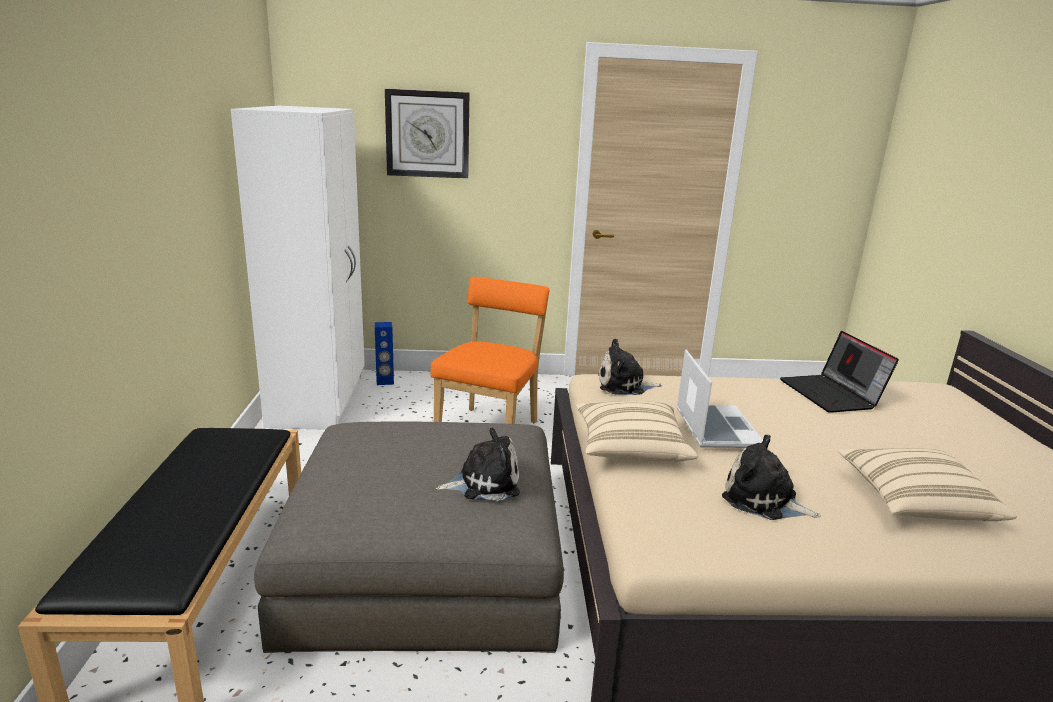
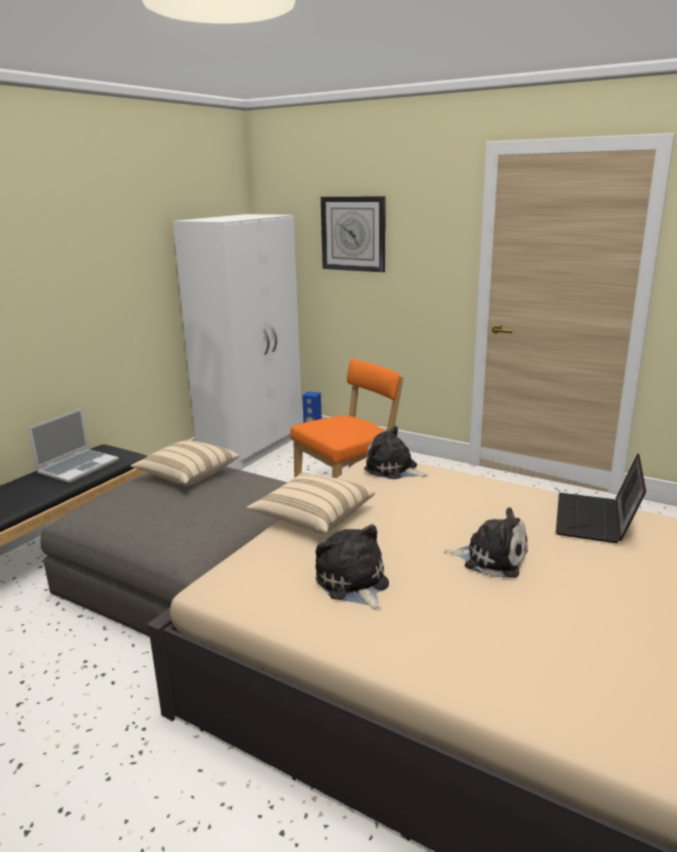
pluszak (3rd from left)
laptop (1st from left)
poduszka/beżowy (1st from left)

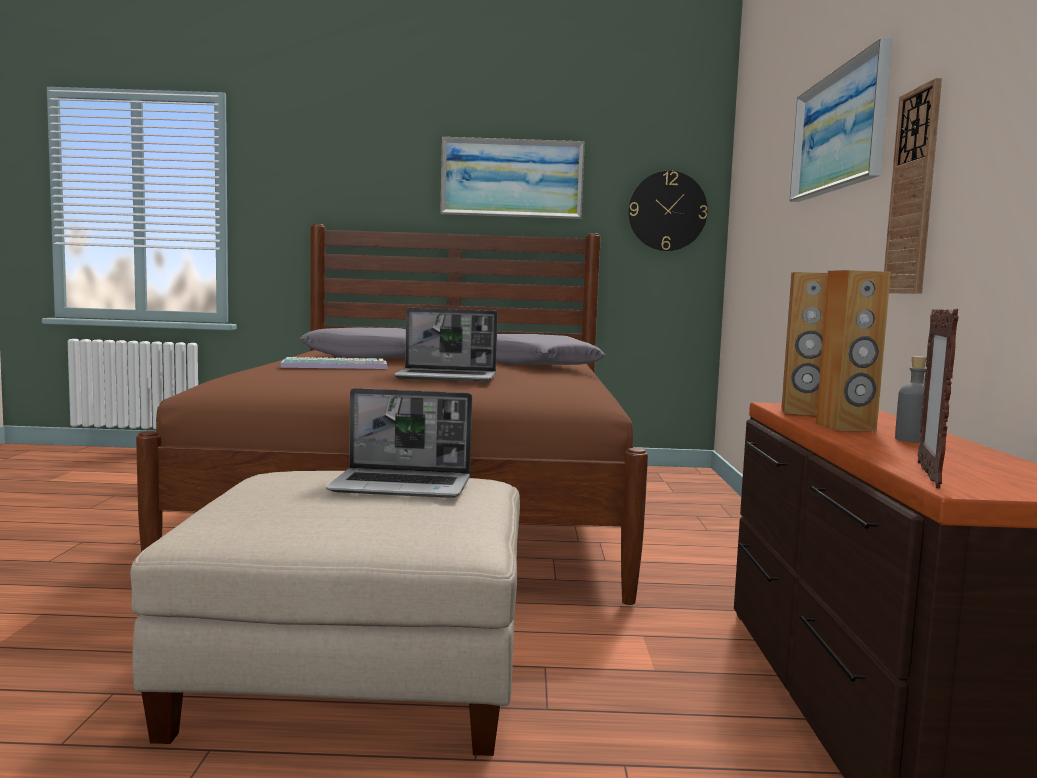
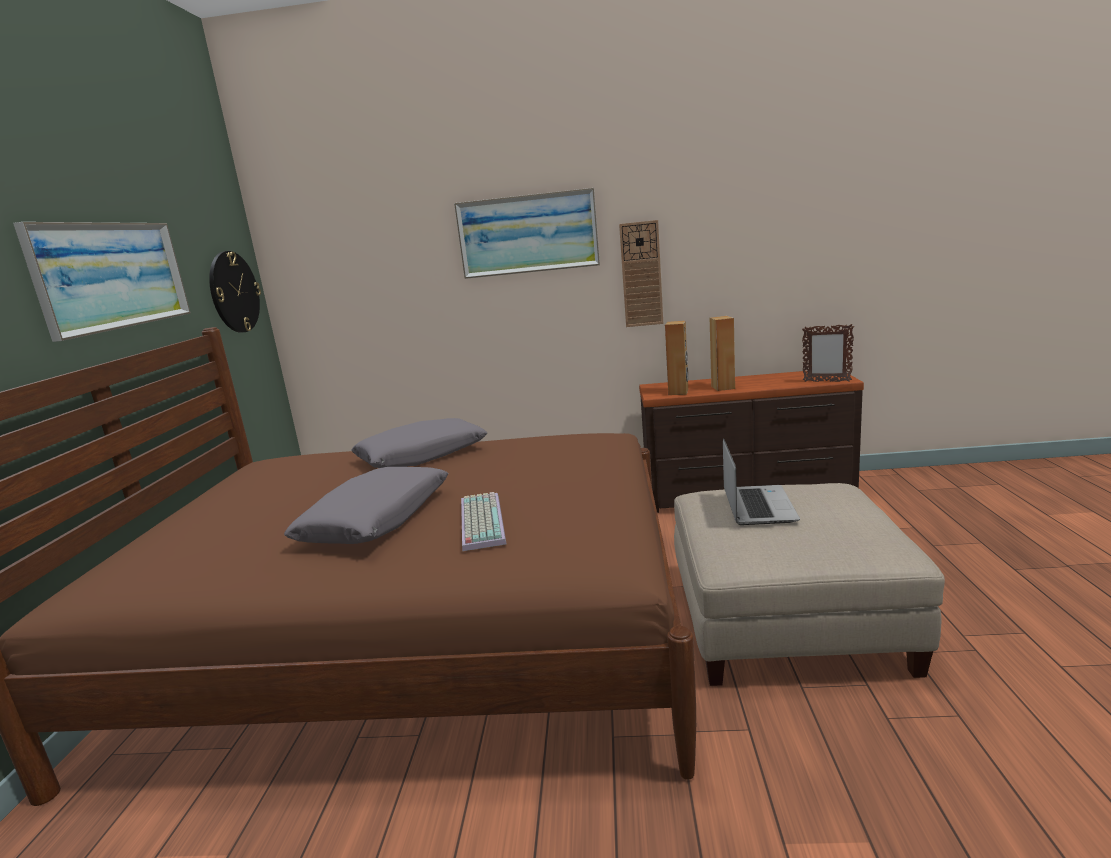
laptop (2nd from left in the first image)
butelka/szary

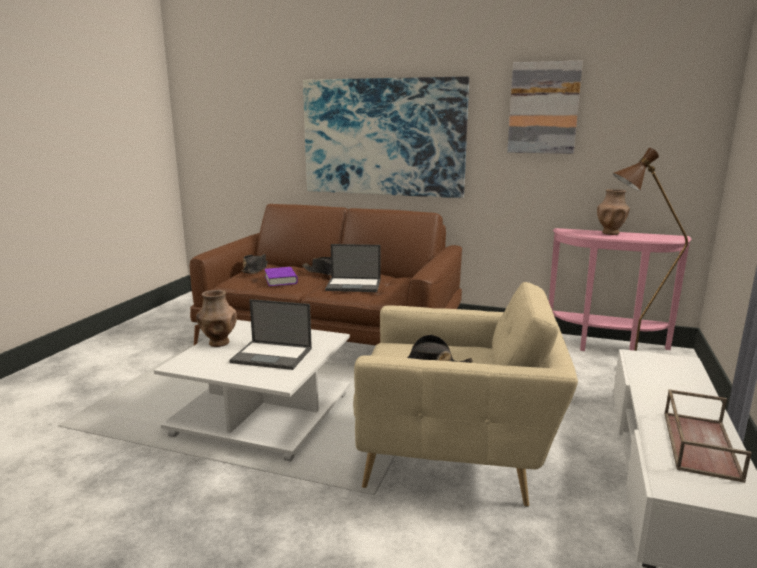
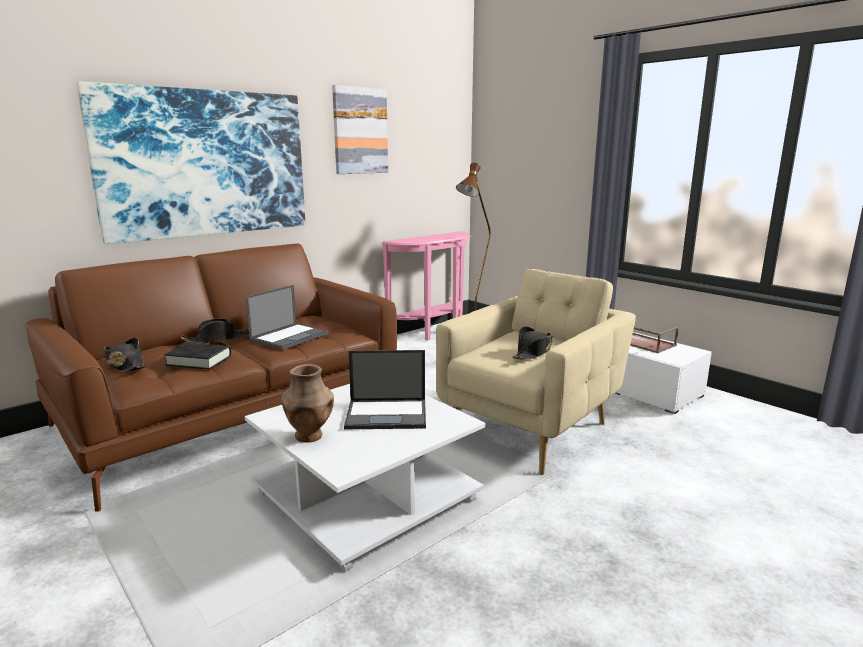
wazon/brązowy (2nd from left in the first image)
książka/czarny
laptop (2nd from left)

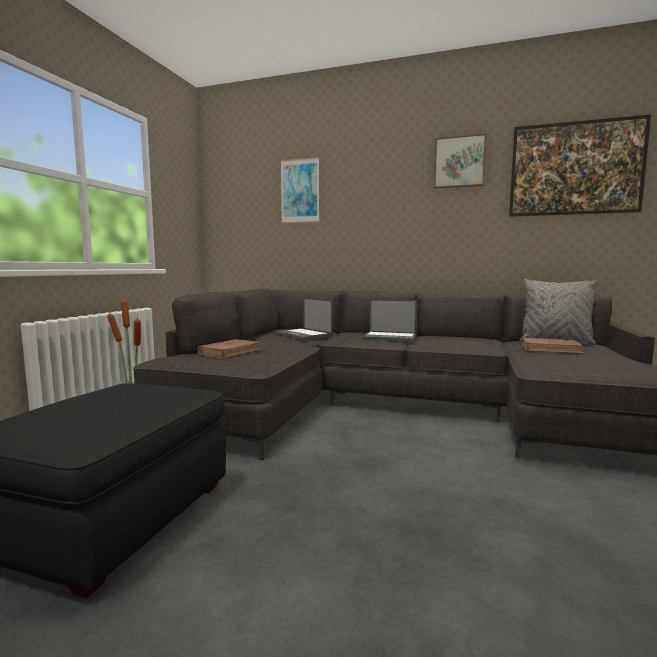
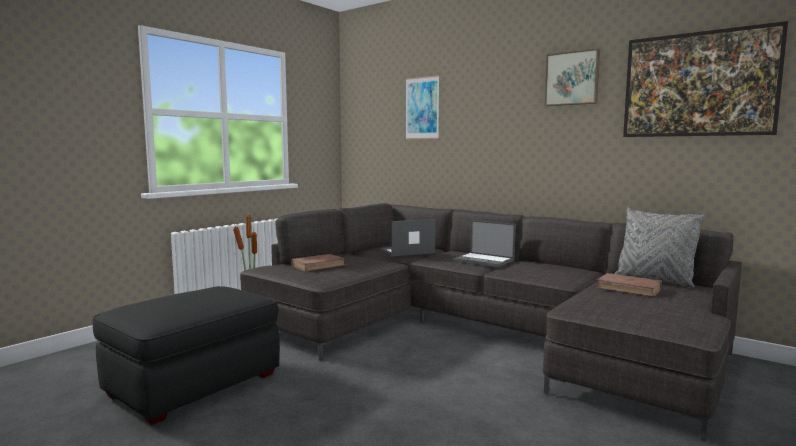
laptop (1st from left)

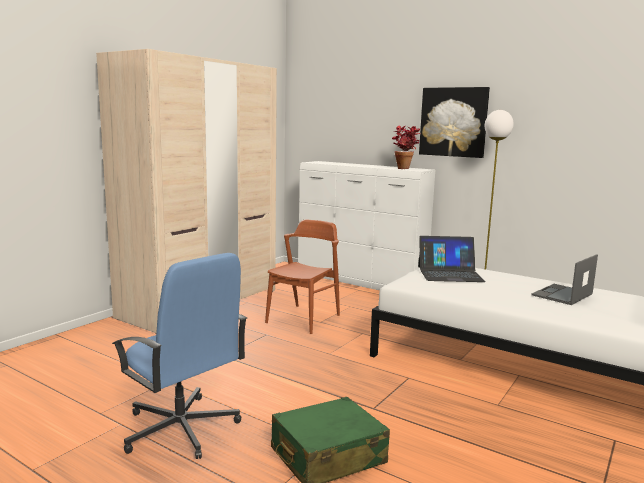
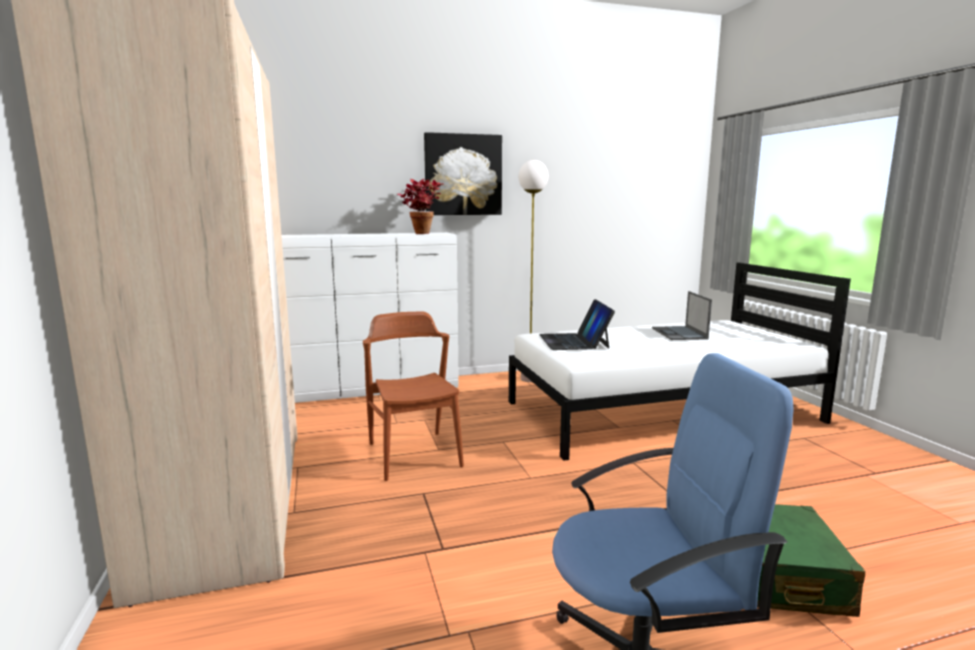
laptop (1st from left)

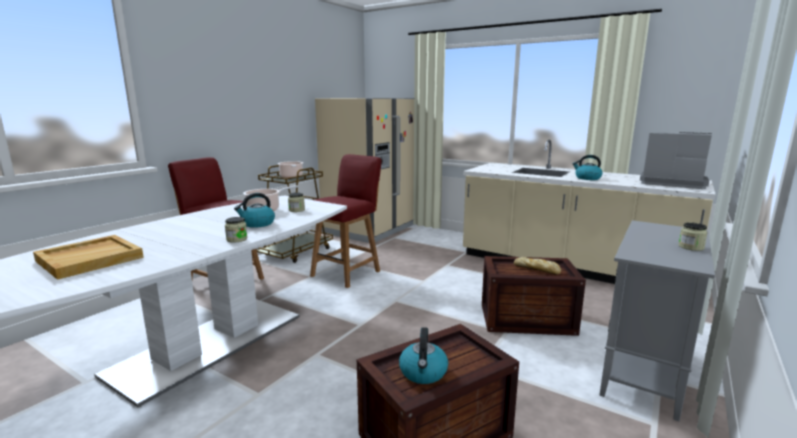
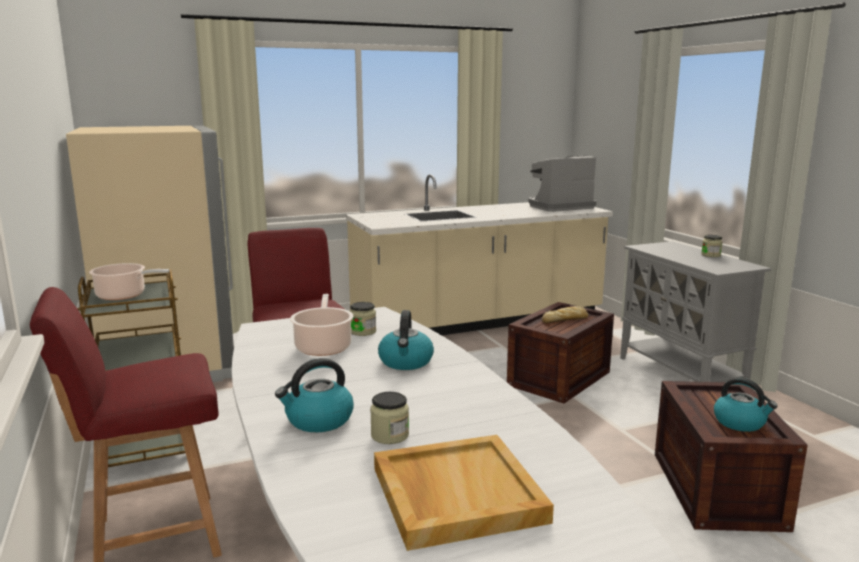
słoik (2nd from left)
czajnik (1st from left)

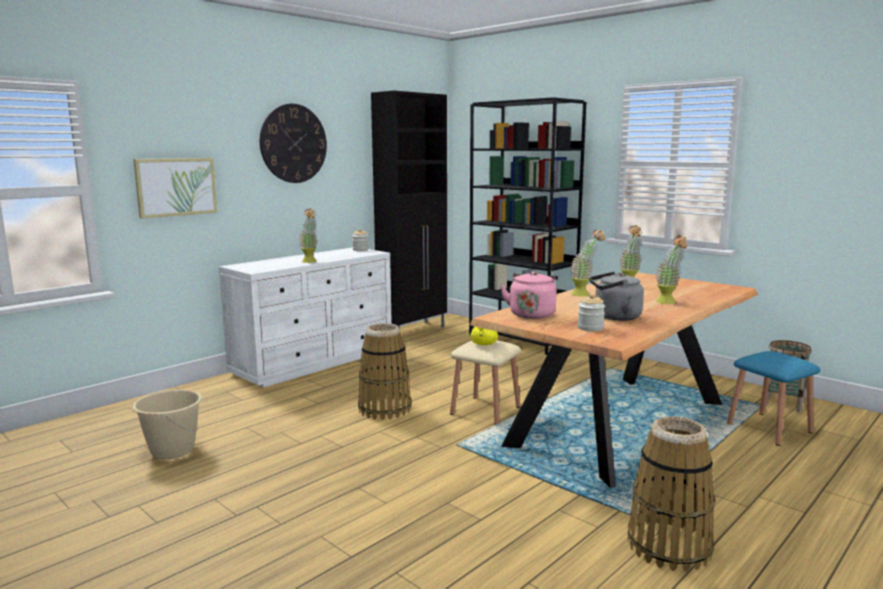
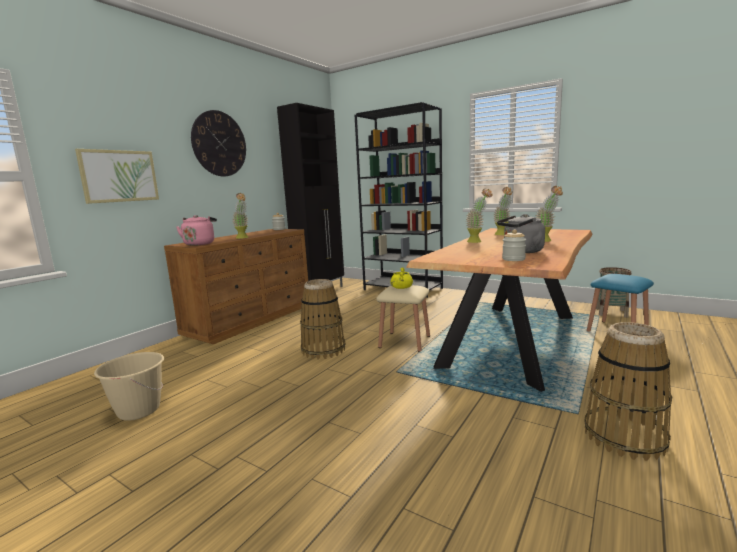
czajnik/różowy
komoda/brązowy

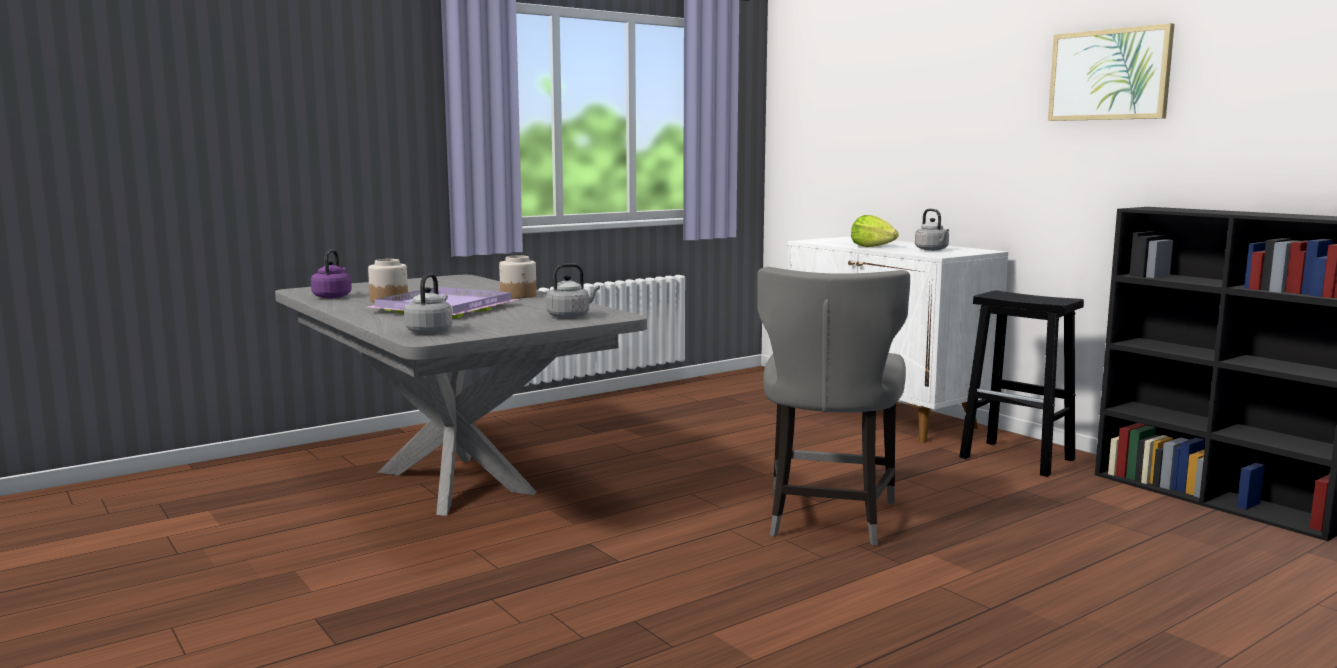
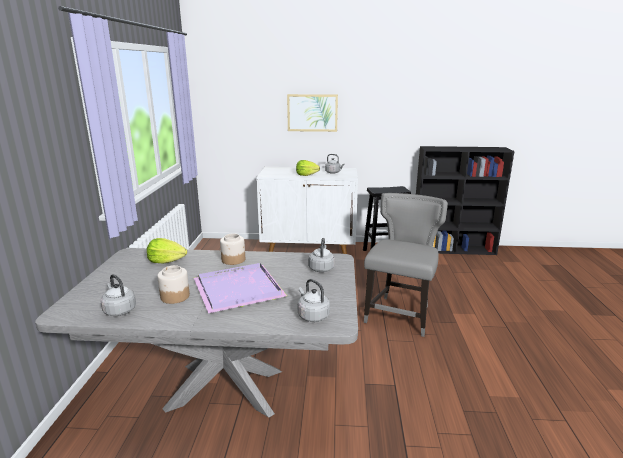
sałata (1st from left)
obraz
czajnik/szary (1st from left)
krzesło/szary

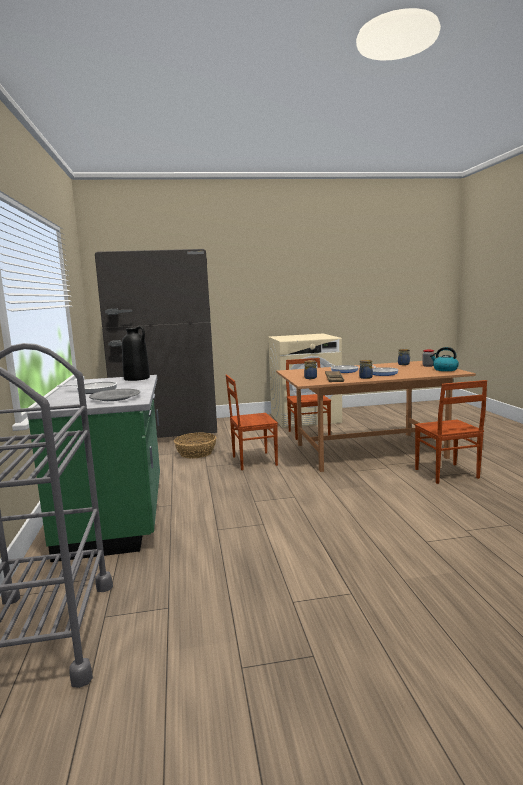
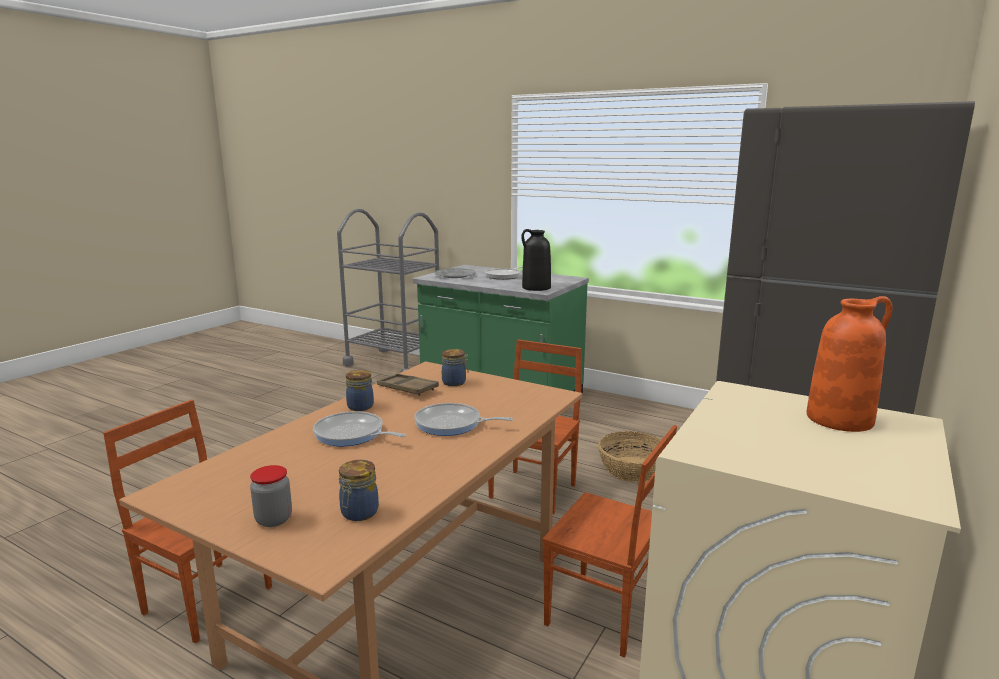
czajnik
wazon/pomarańczowy

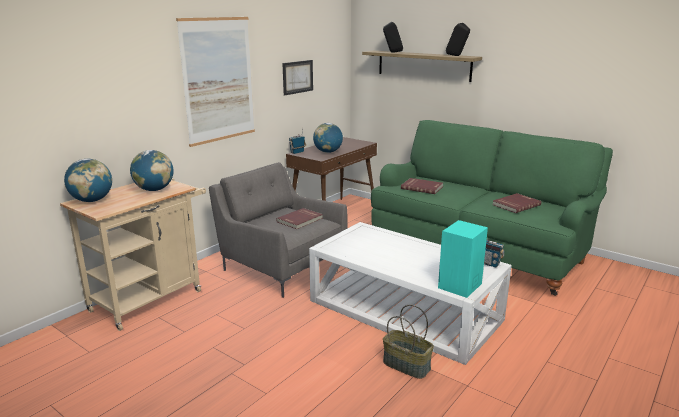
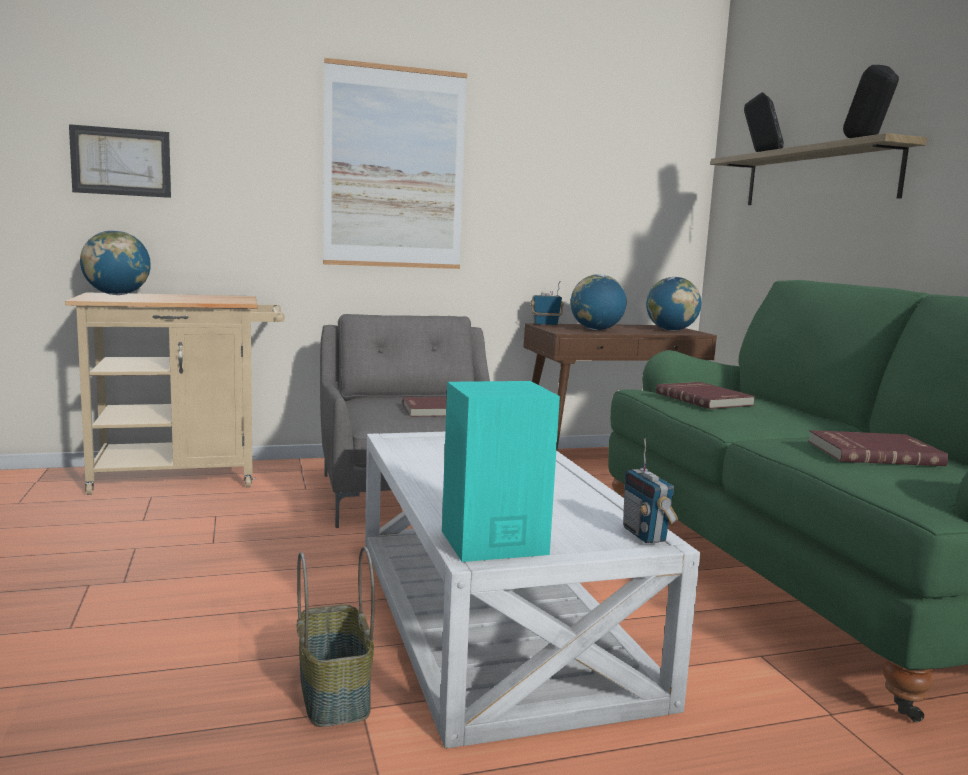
globus (3rd from left)
obraz (1st from left)

